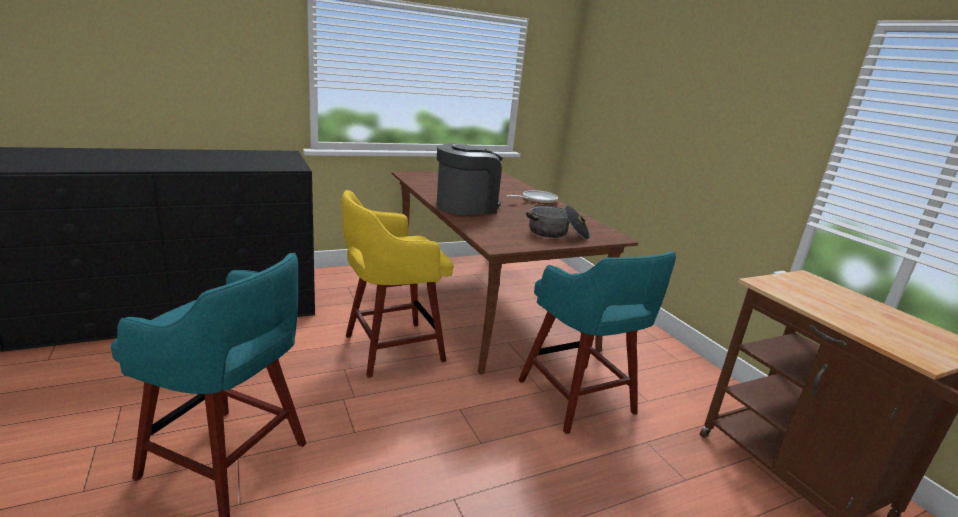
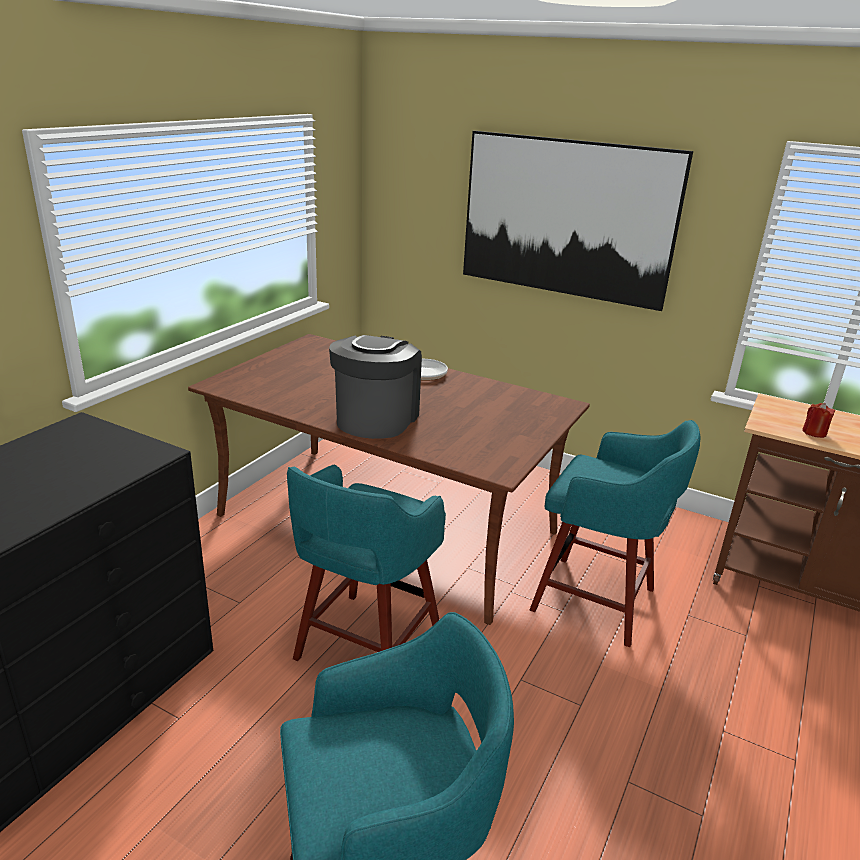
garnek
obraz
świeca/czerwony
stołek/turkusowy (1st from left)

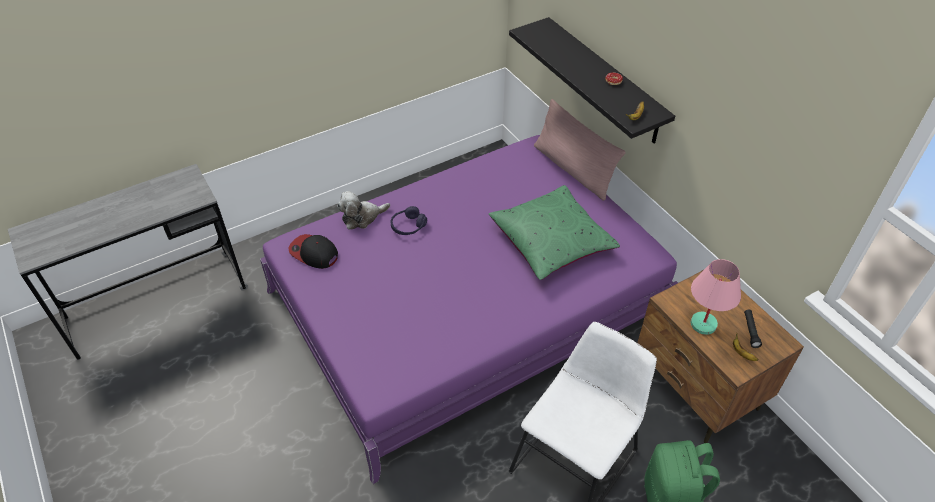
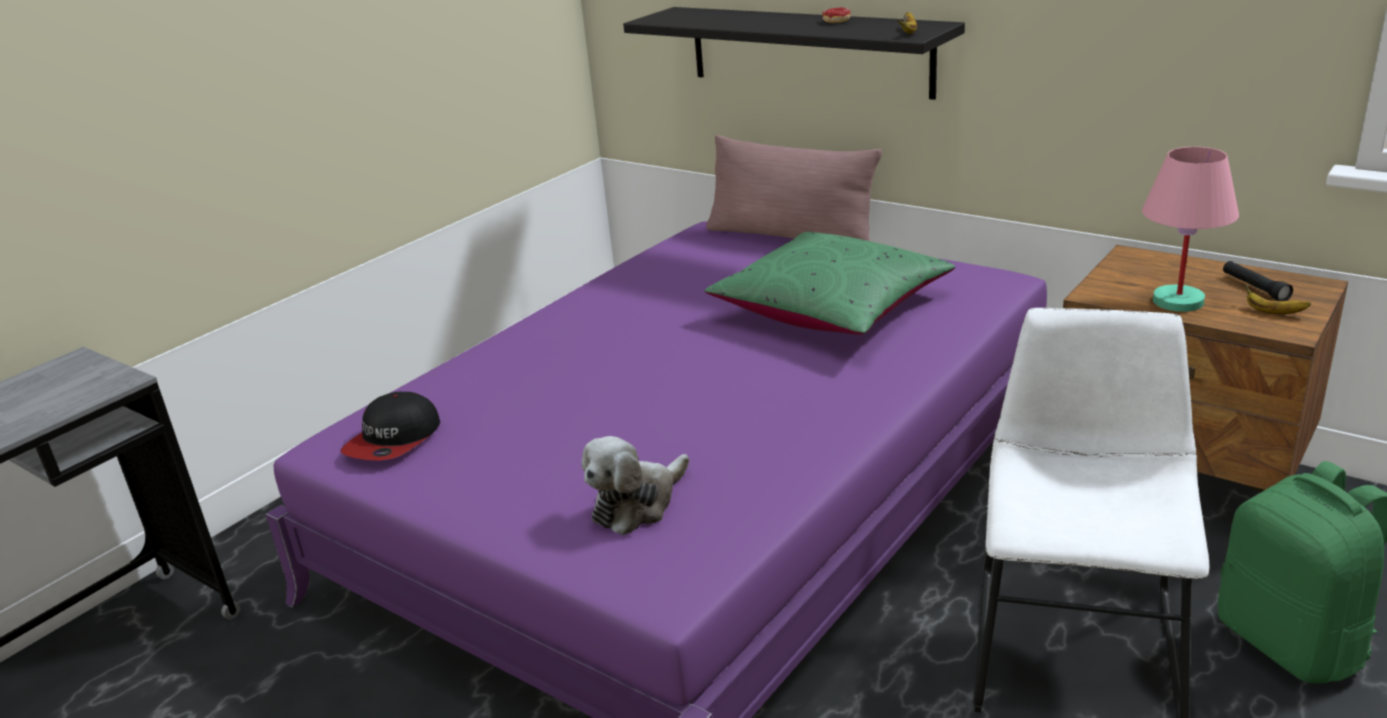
słuchawki/fioletowy
pluszak
czapka z daszkiem

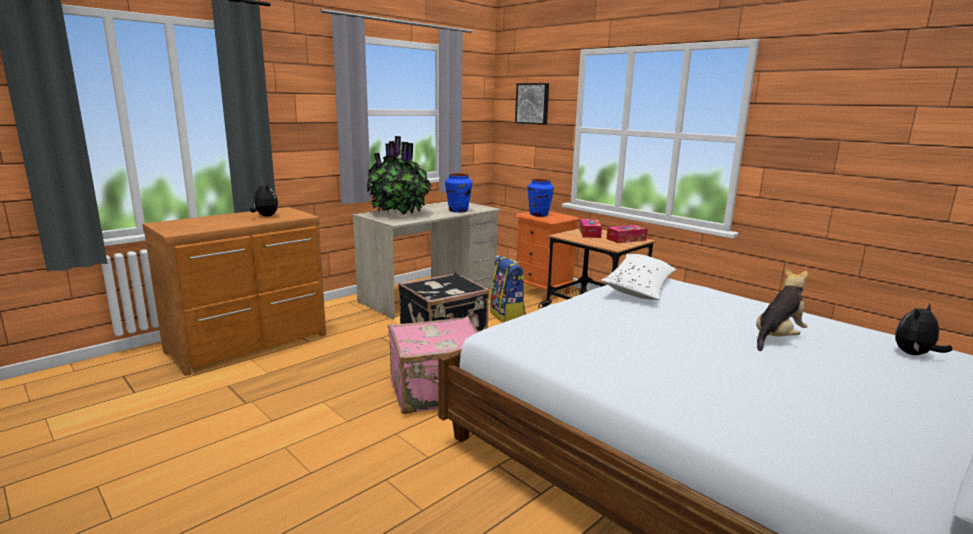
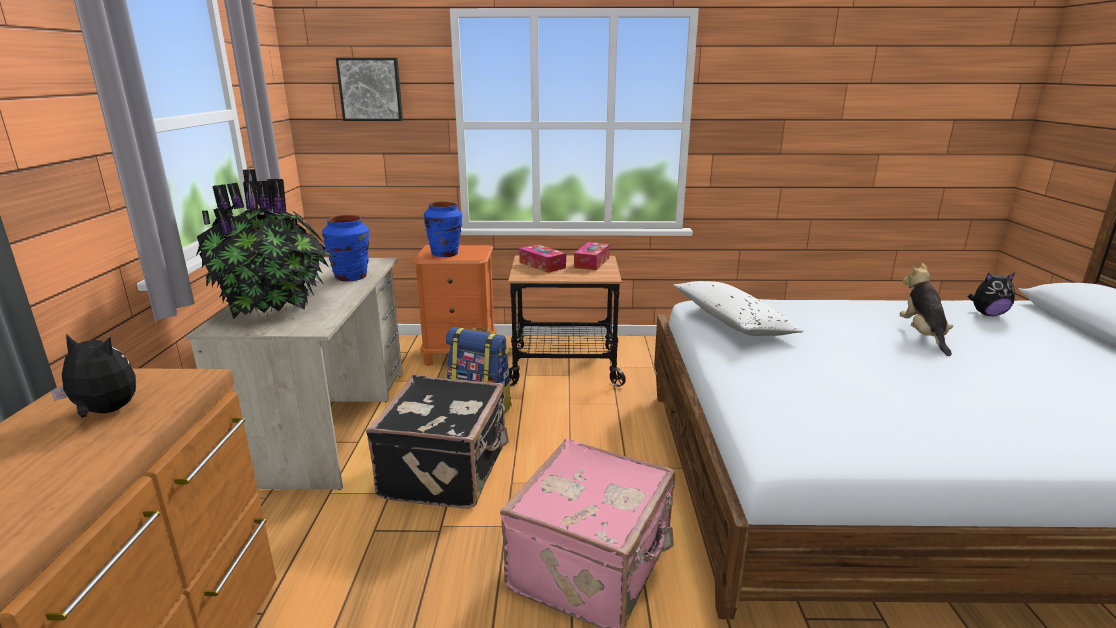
pluszak (3rd from left)

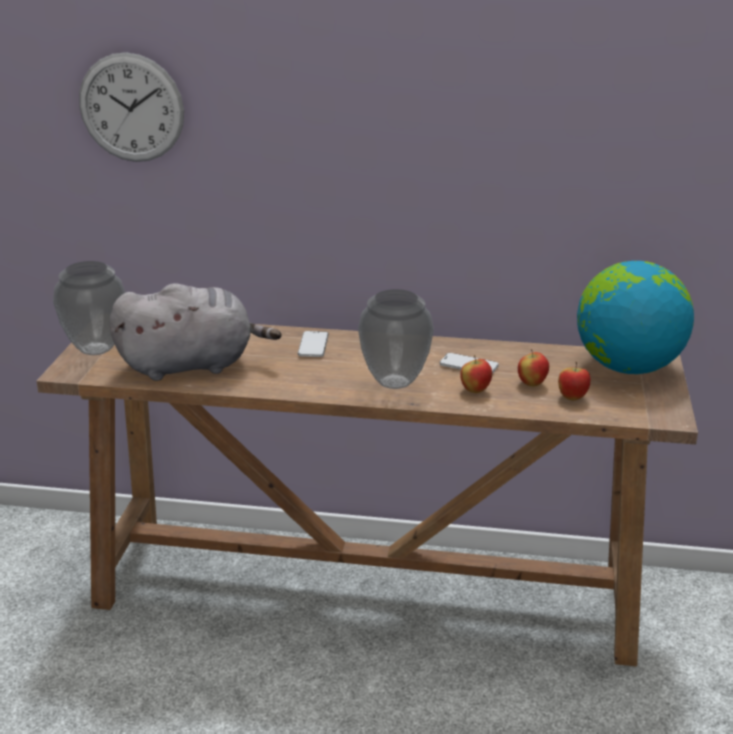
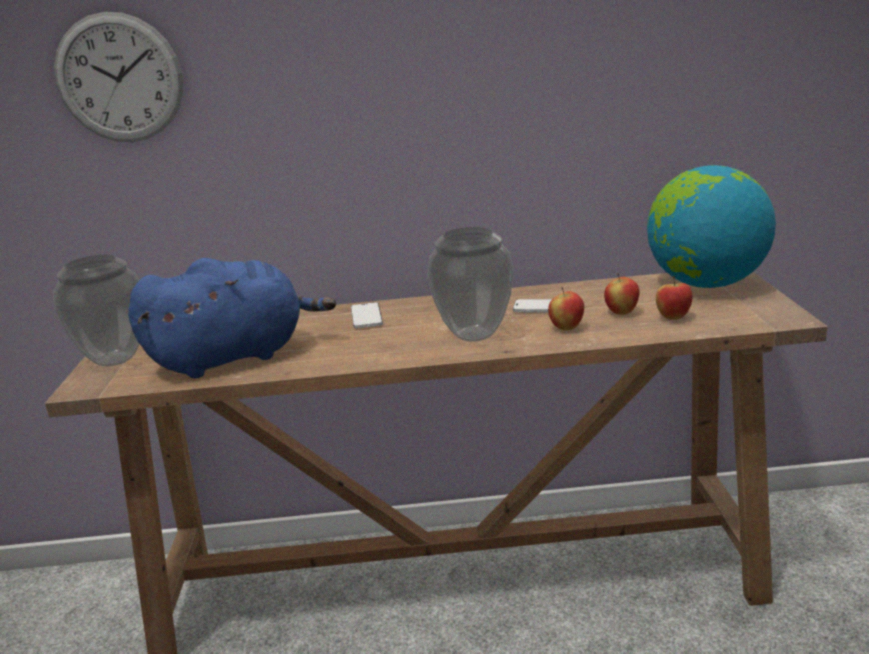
pluszak/niebieski

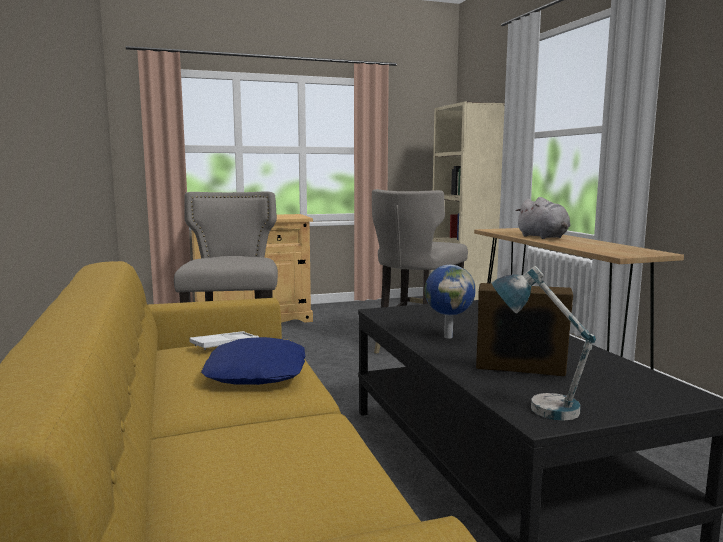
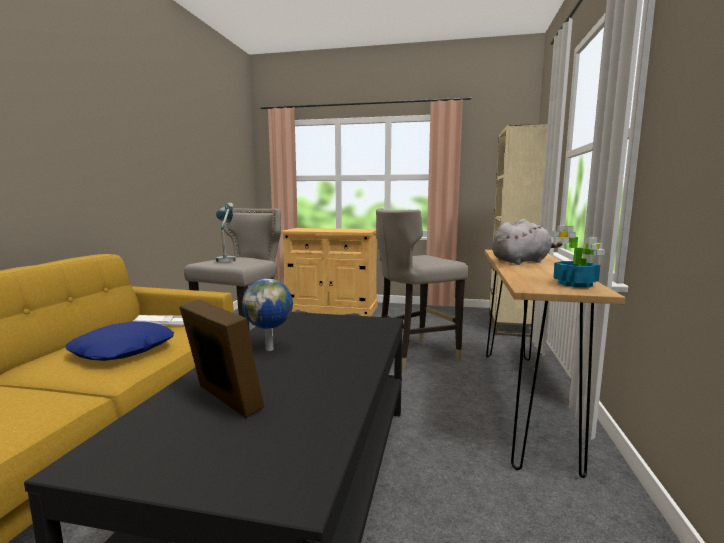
roślina doniczkowa
lampa stołowa
pluszak/szary

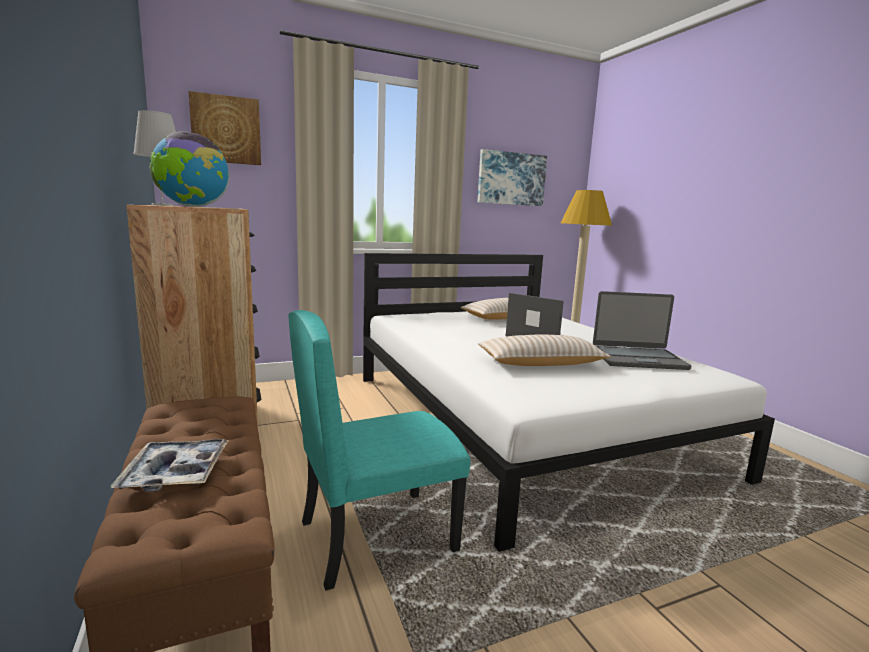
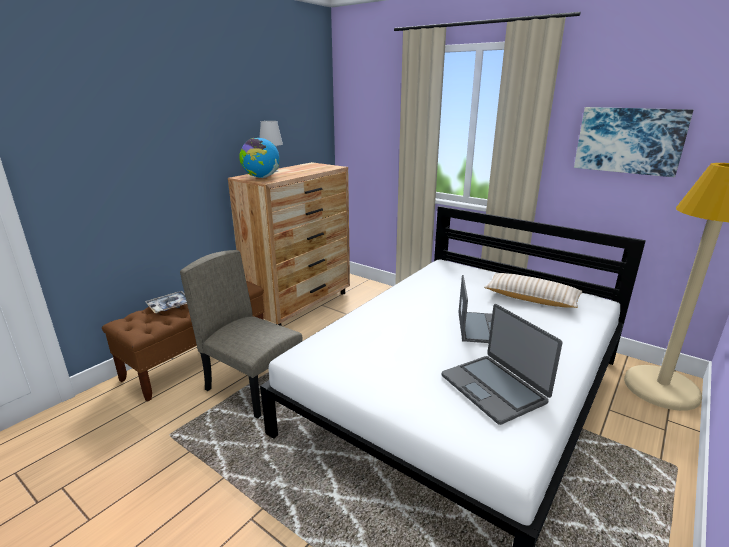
obraz (1st from left in the first image)
poduszka/beżowy (2nd from left in the first image)
krzesło/beżowy

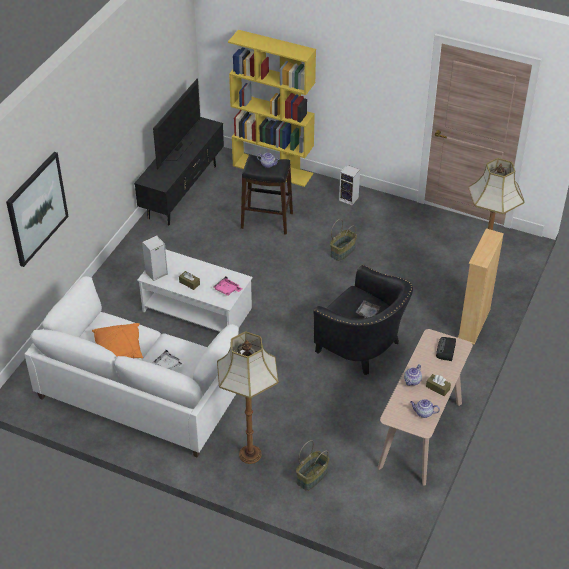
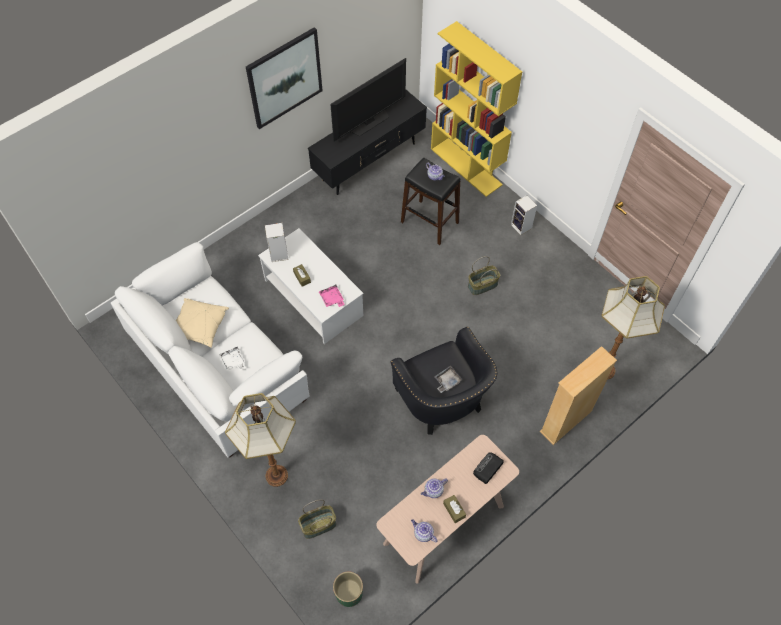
donica/zielony
obraz
poduszka/beżowy

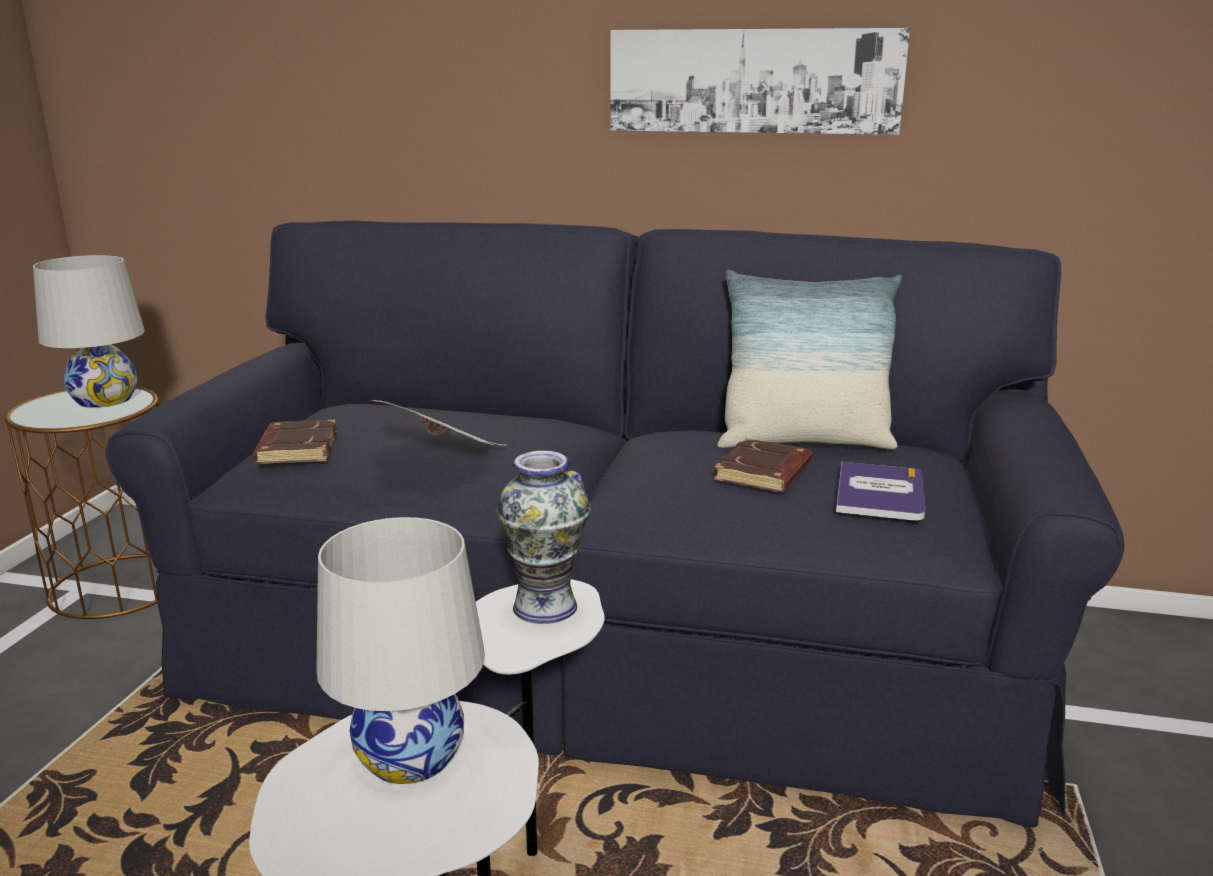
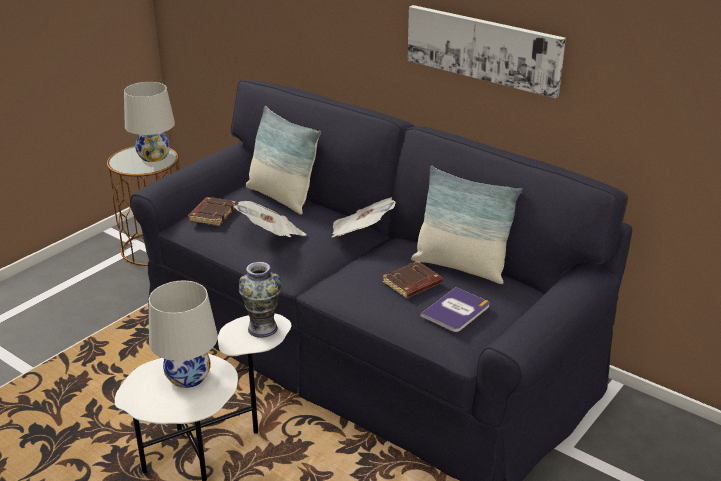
poduszka (1st from left)
gazeta (2nd from left)

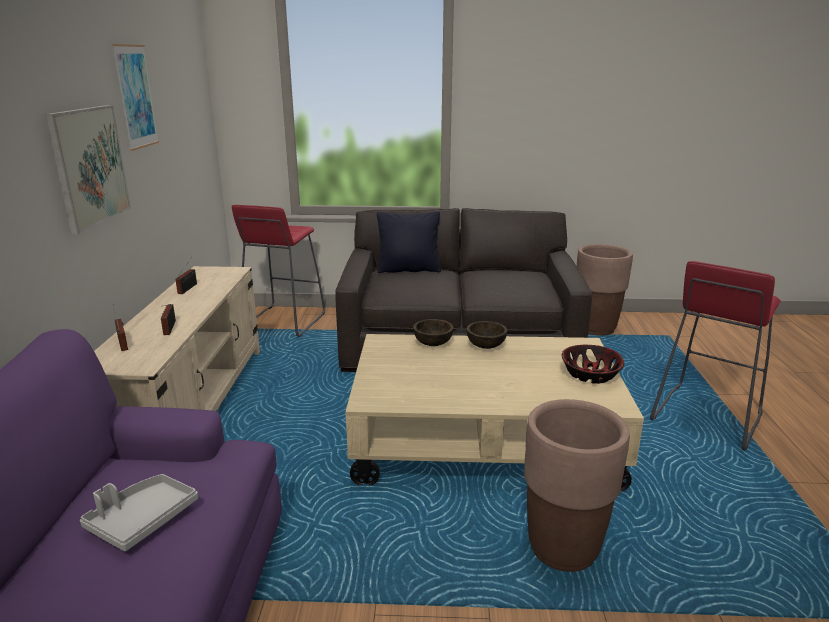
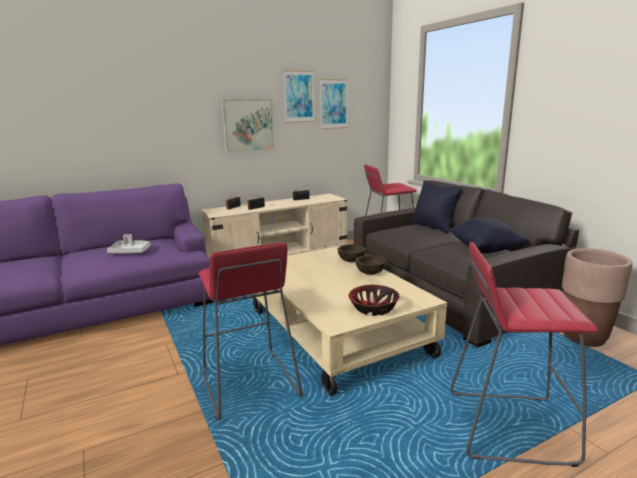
obraz (3rd from left)
poduszka/czarny (2nd from left)
stołek/czerwony (1st from left)

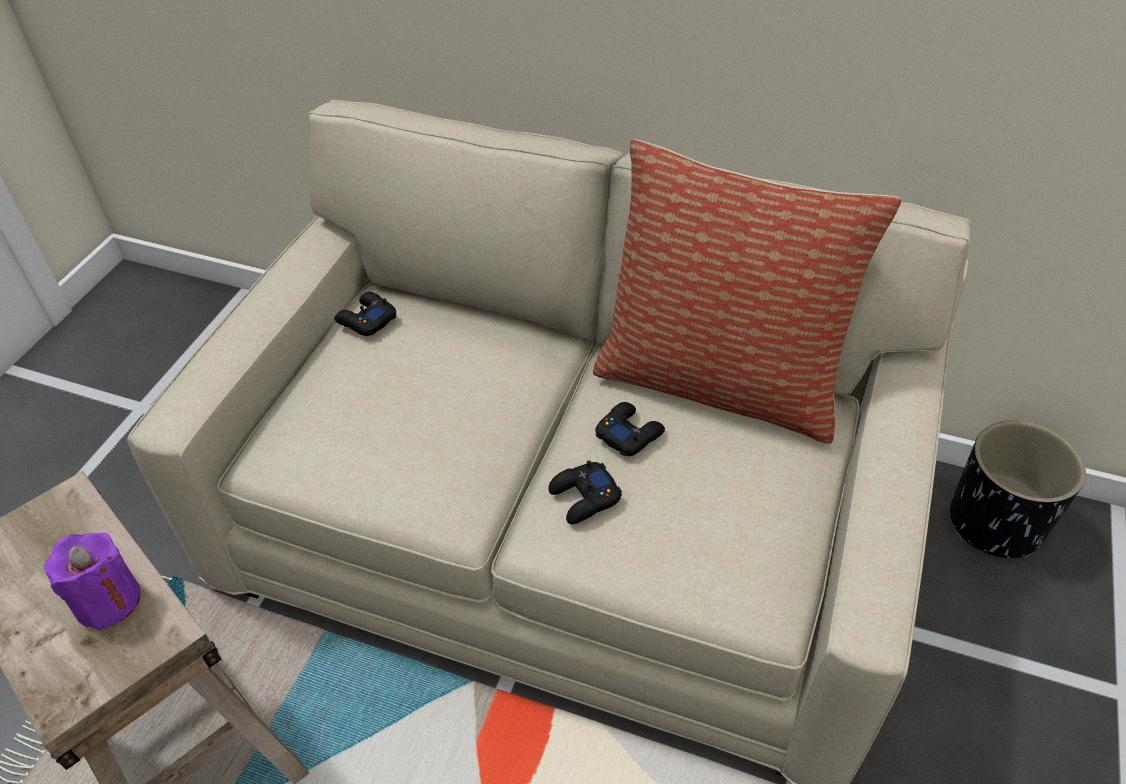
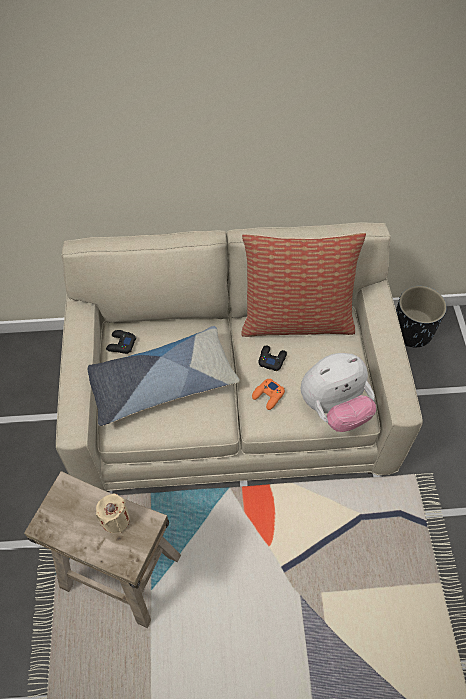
poduszka (1st from left)
pluszak
świeca/beżowy
pad do gier/pomarańczowy

